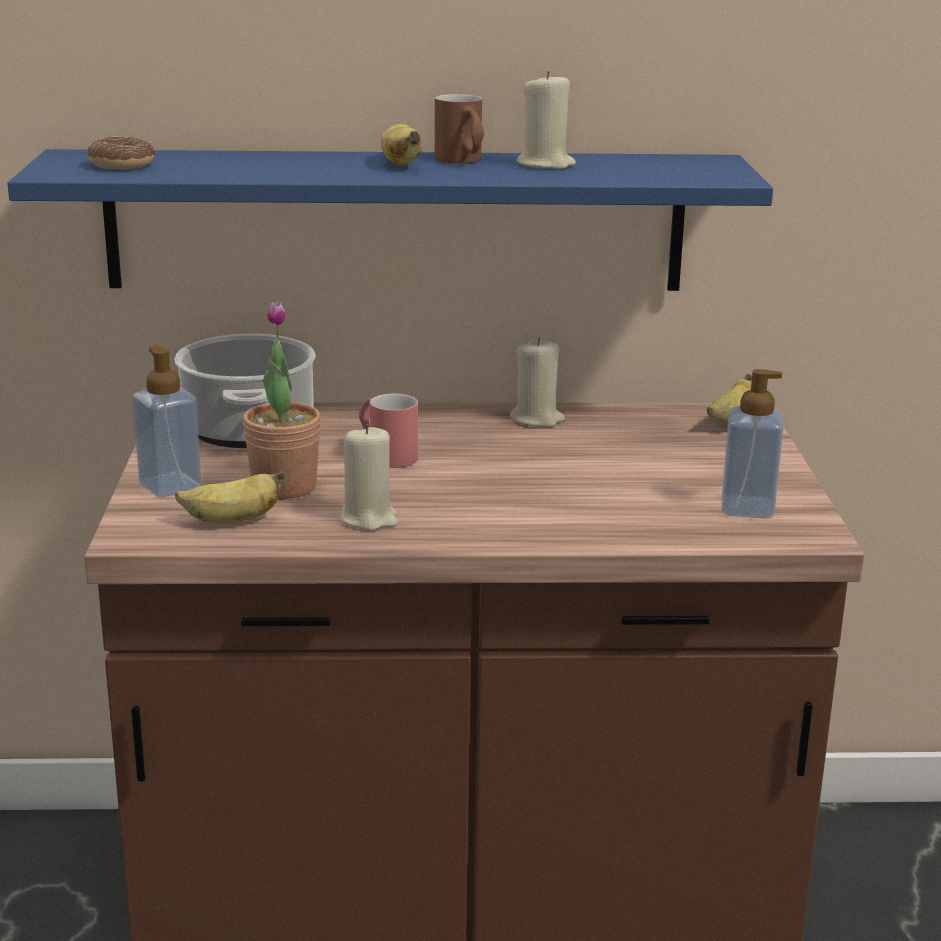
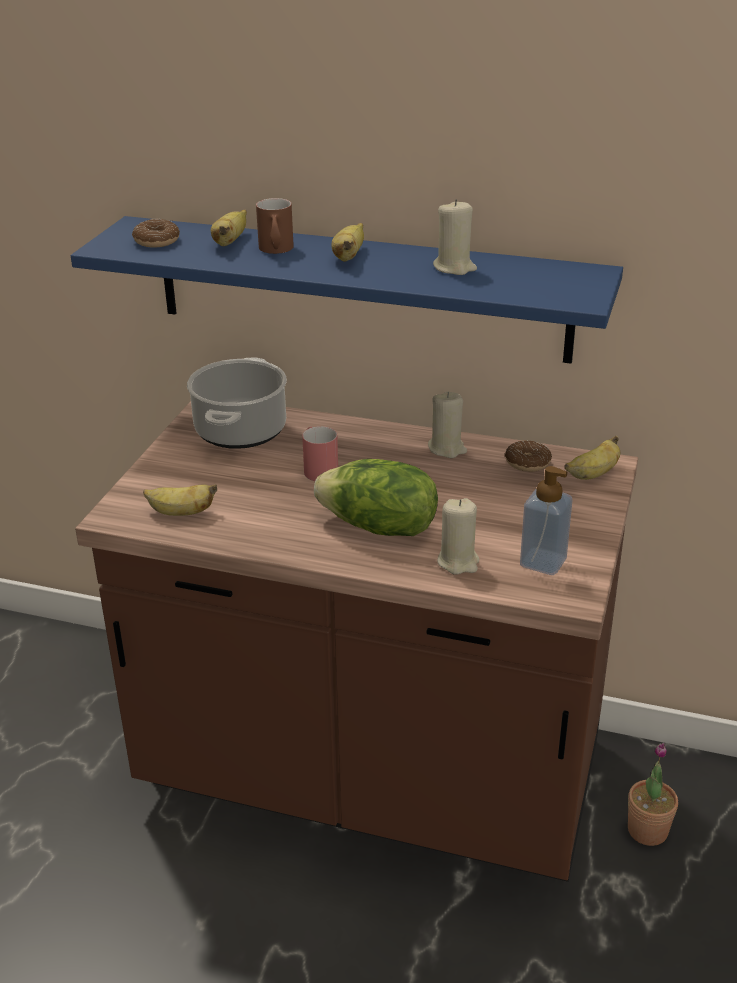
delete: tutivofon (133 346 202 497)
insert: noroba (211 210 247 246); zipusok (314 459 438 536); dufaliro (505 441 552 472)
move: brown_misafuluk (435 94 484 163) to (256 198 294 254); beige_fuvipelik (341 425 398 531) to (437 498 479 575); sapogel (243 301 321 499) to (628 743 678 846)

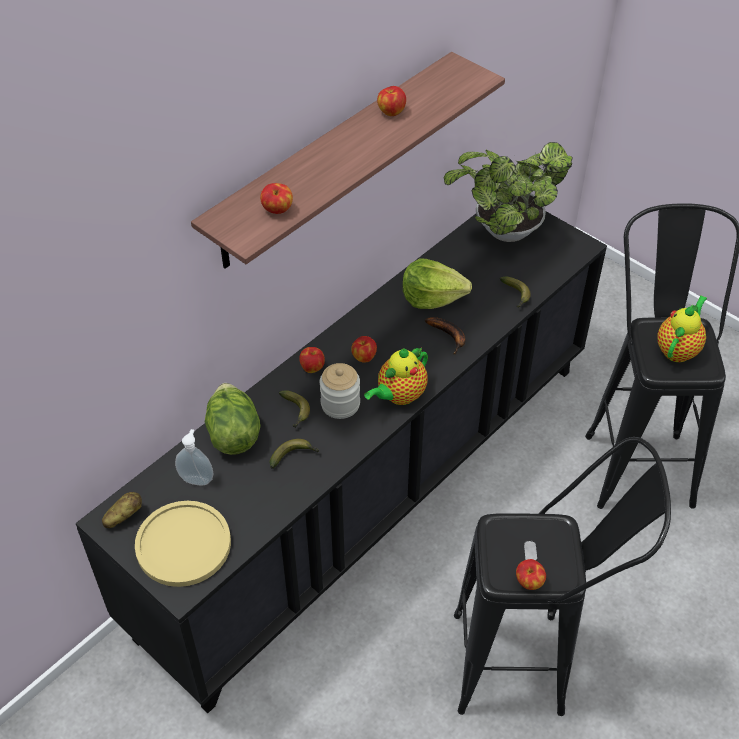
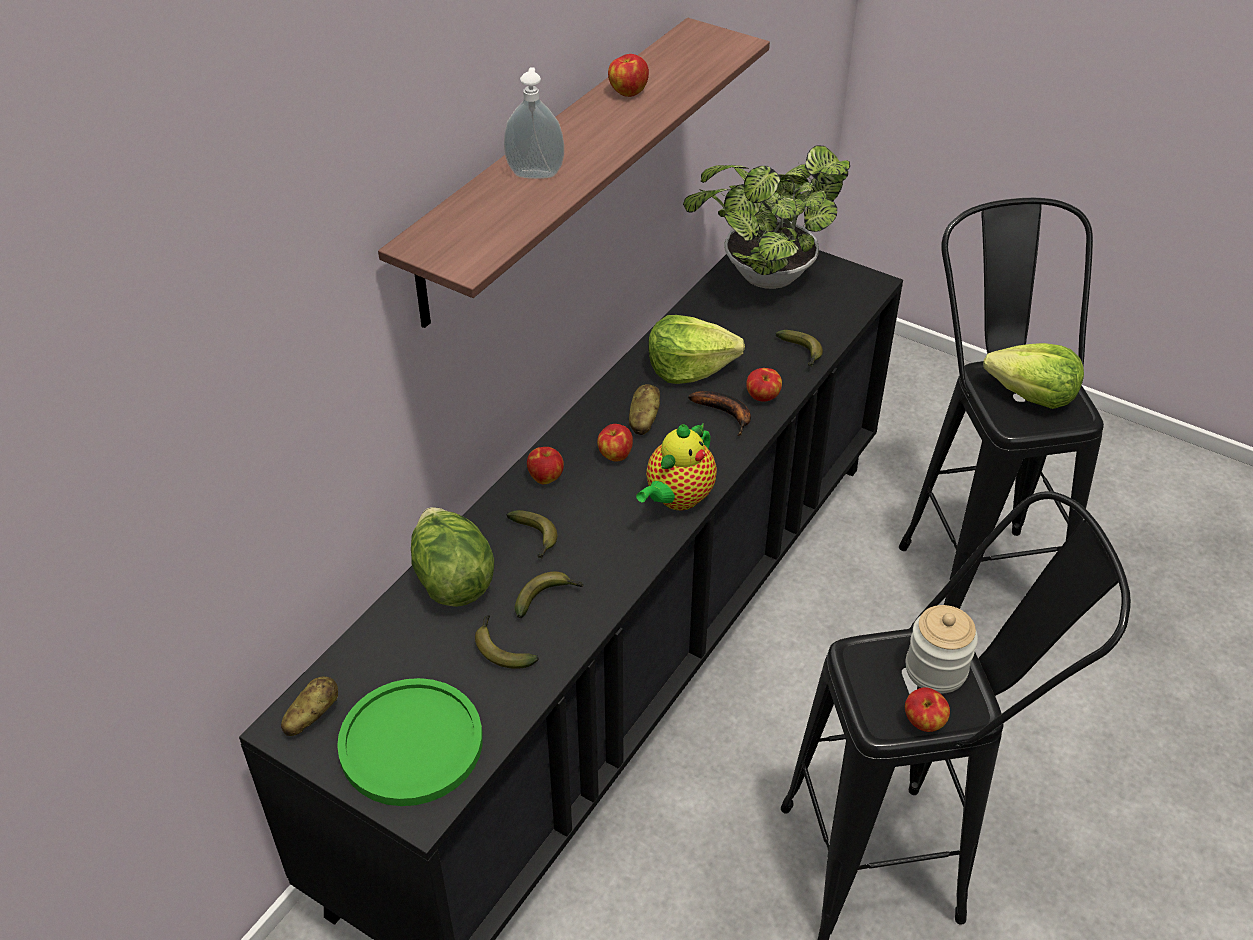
insert: noroba (475 615 539 669); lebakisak (629 384 660 435)
move: tutivofon (175 429 213 485) to (504 67 564 179); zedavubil (260 183 293 214) to (746 368 782 402); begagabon (320 363 360 419) to (906 605 978 694)
replace: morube (657 295 707 362) to zipusok (983 343 1084 409)
recolor: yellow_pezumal (135 501 231 587) to green_pezumal (337 678 483 806)

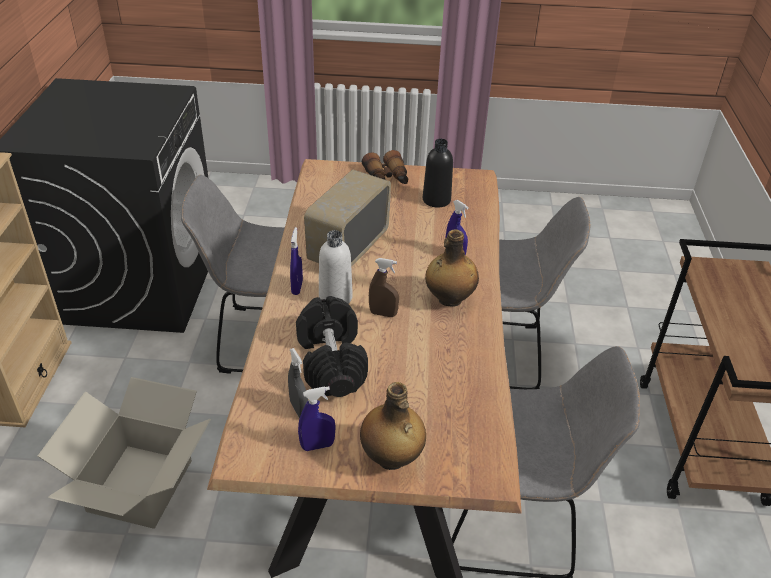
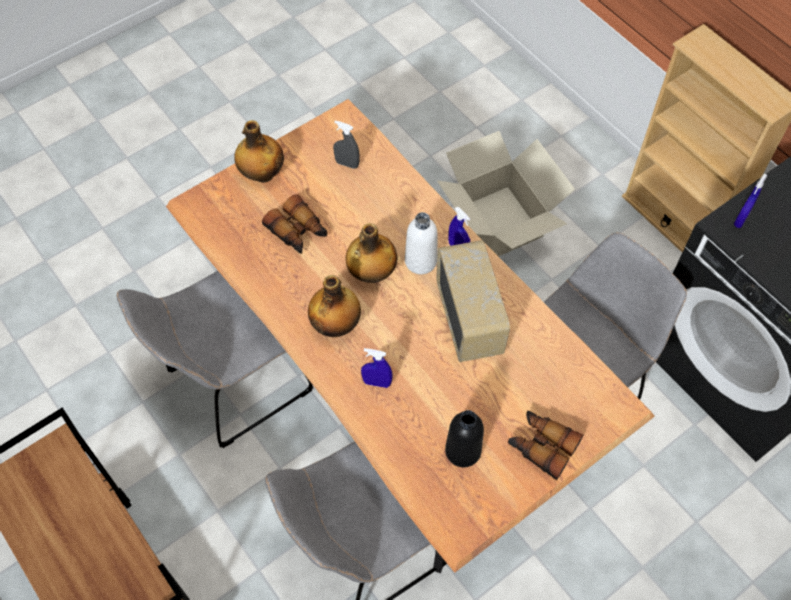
delete: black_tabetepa (296 296 368 397)
insert: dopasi (262 194 327 254)
move: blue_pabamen (298 386 335 451) to (734 173 767 228)
replace: brown_pabamen (369 258 399 317) to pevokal (345 223 398 283)

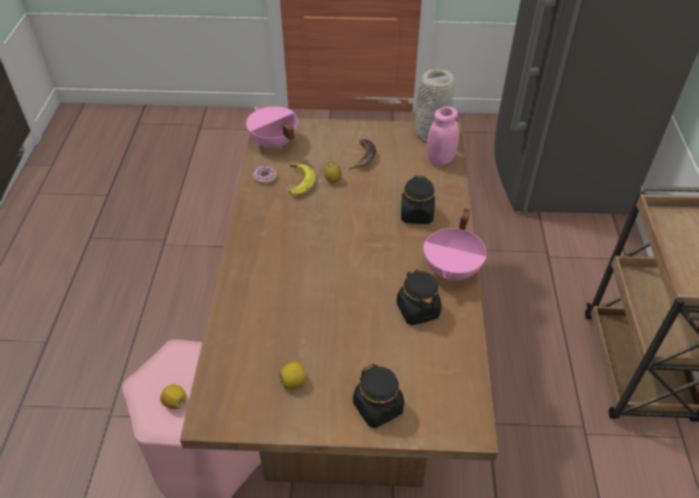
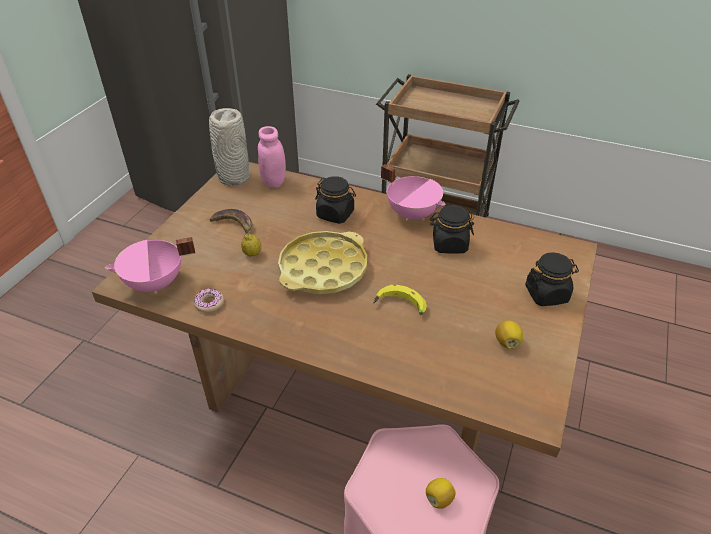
insert: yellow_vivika (278 231 367 295)
move: noroba (288 164 315 195) to (373 285 427 315)

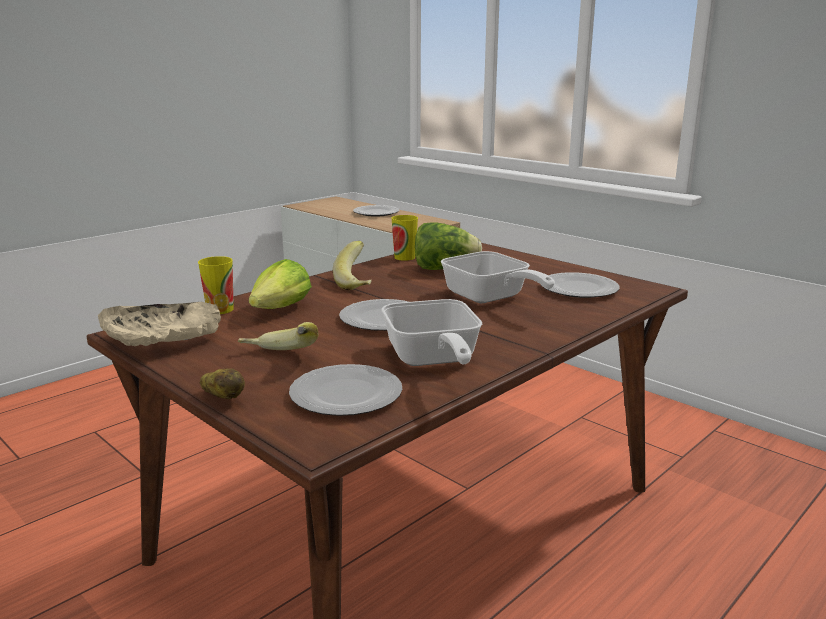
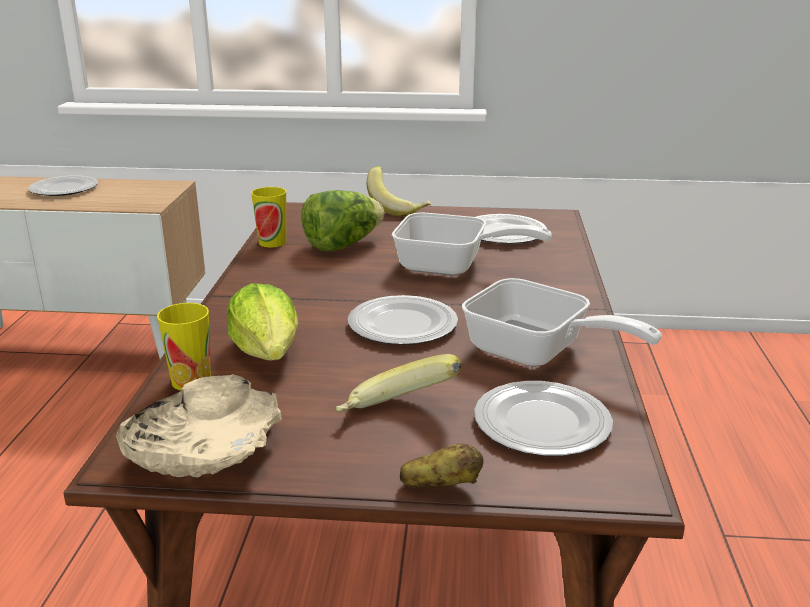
move: noroba (333 241 372 290) to (367 166 431 217)

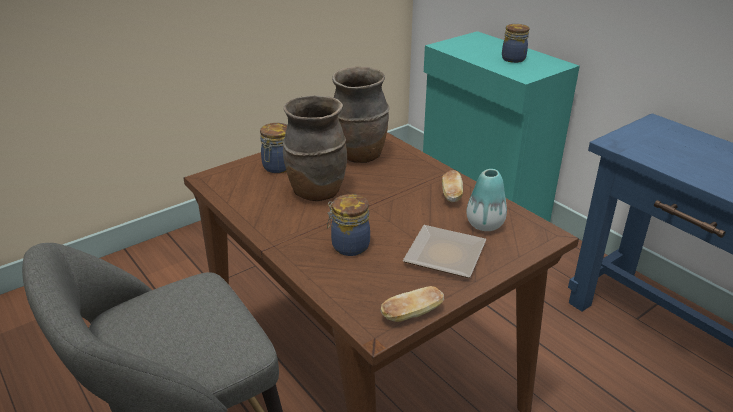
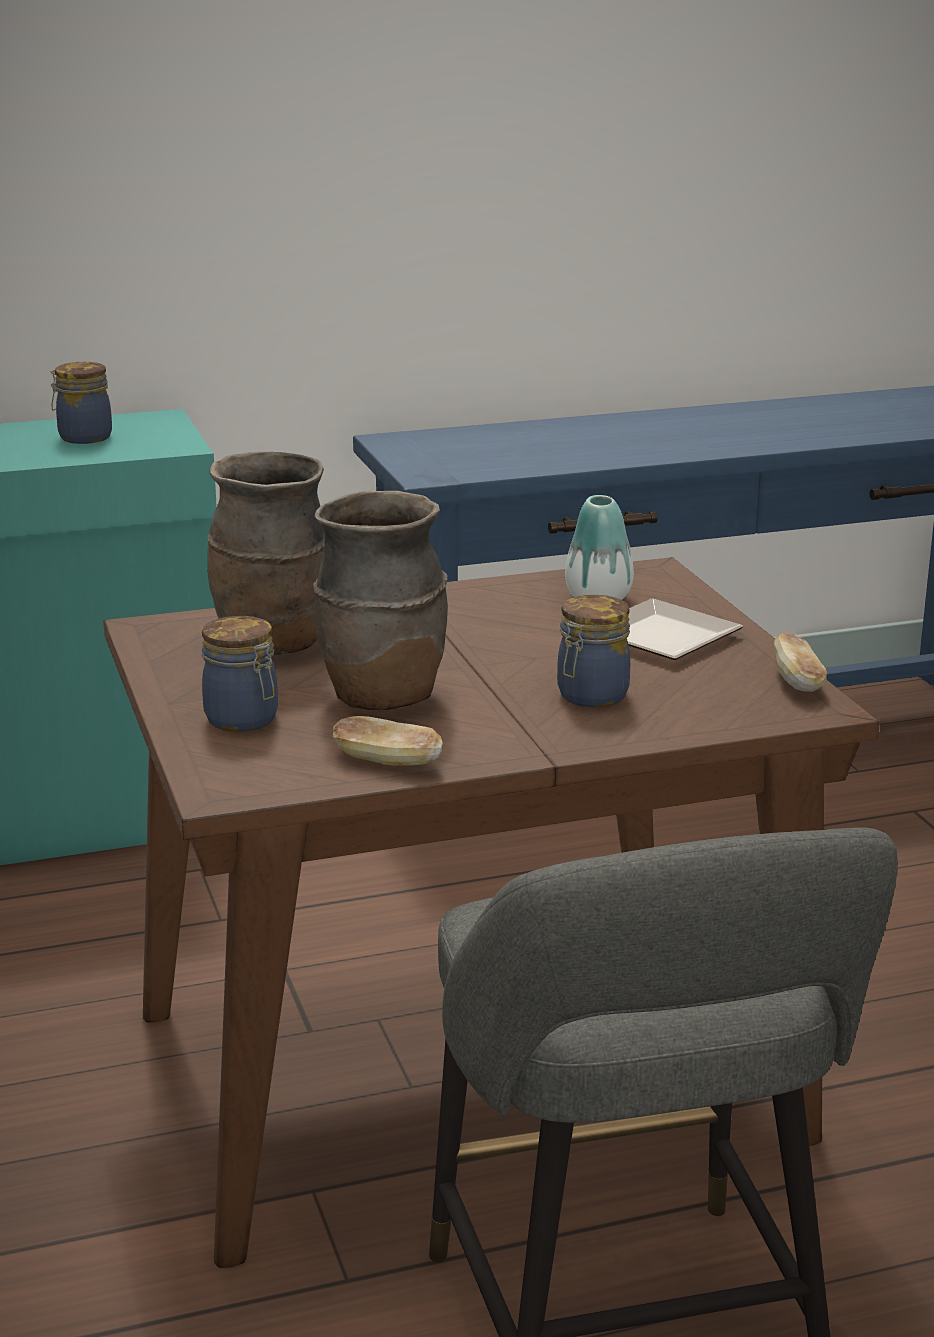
move: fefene (442 170 463 202) to (333 716 443 766)

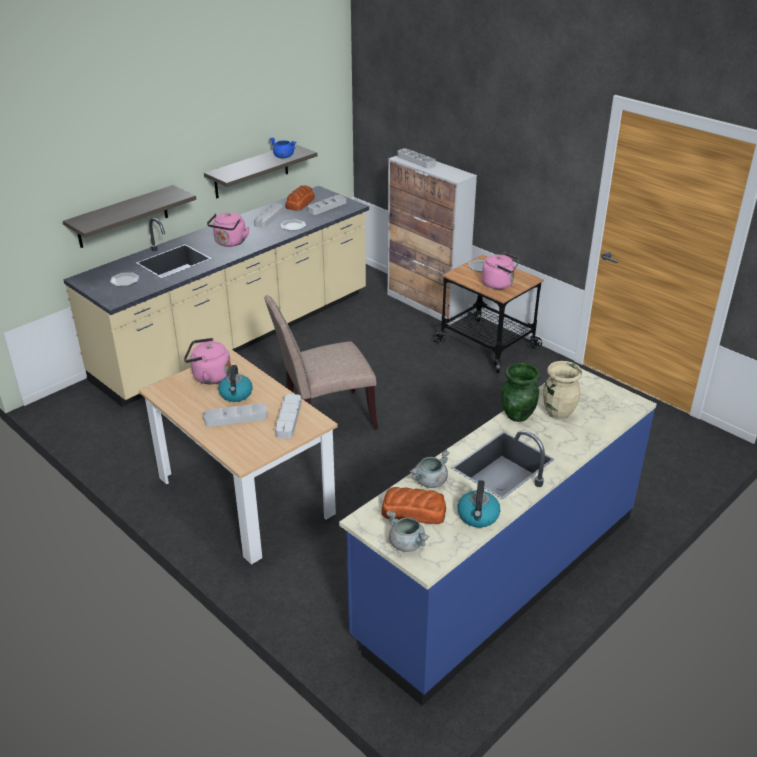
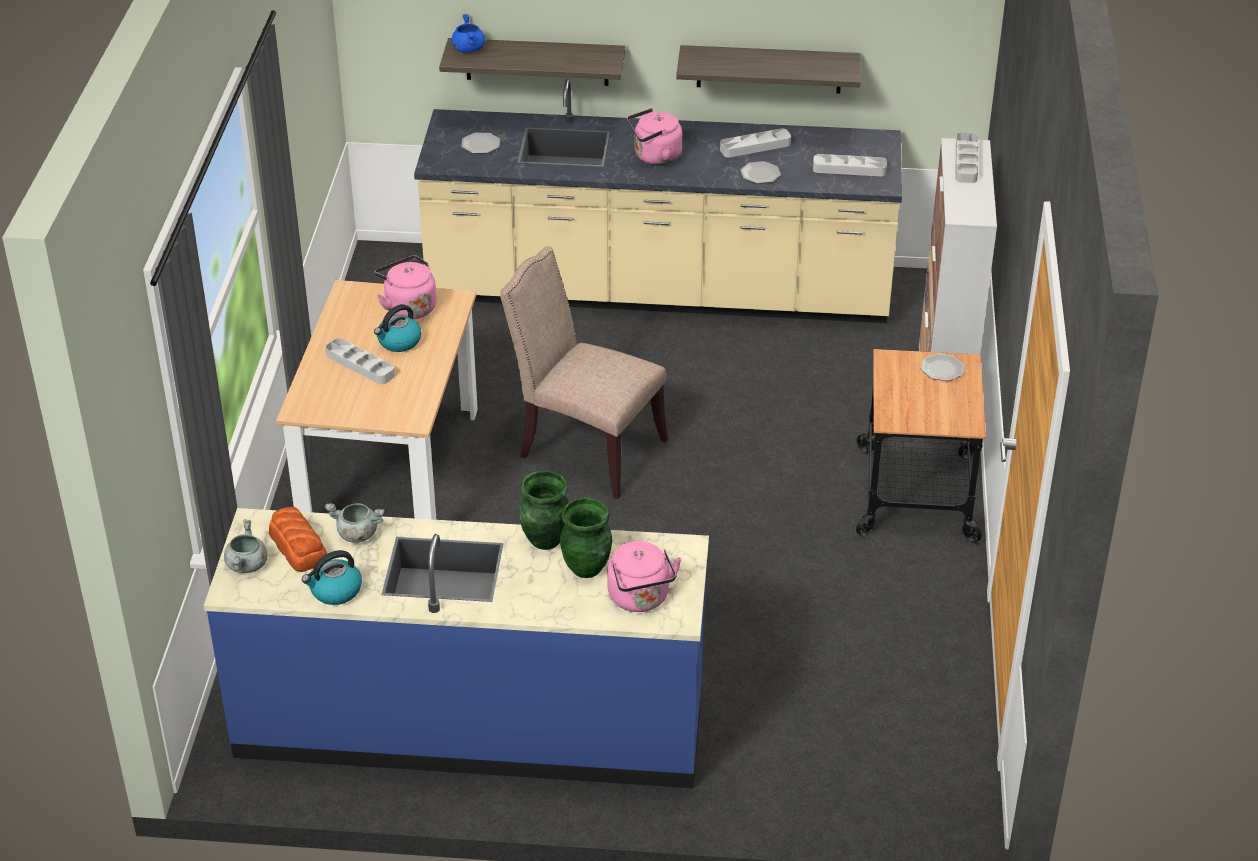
delete: grey_vivika (275 394 302 439); fefene (285 185 315 211)
move: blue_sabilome (269 137 296 158) to (452 14 485 53); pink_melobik (482 252 520 289) to (607 541 682 612)
recolor: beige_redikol (543 361 582 420) to green_redikol (560 497 612 578)

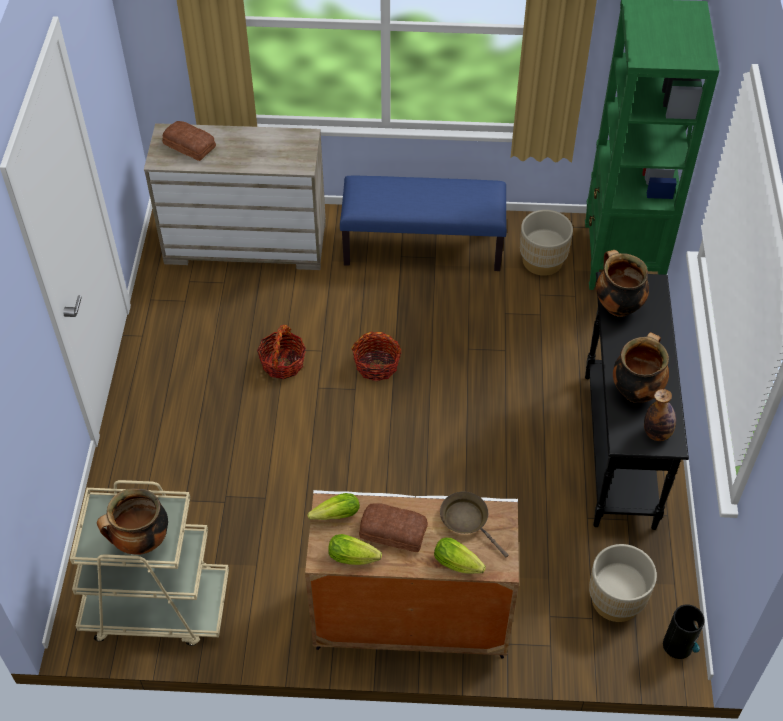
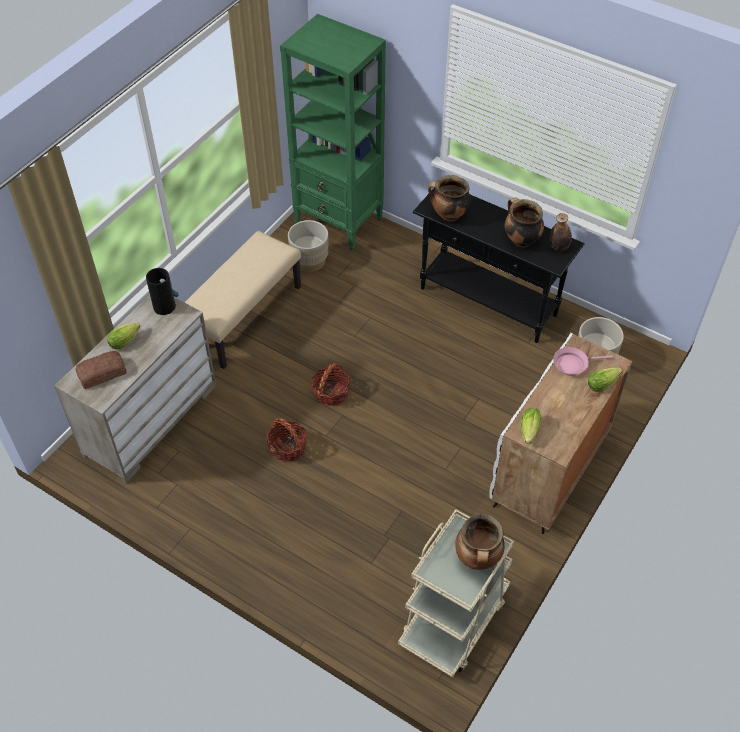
delete: fefene (359 503 428 552)
move: zipusok (328 534 382 565) to (107 322 140 349); redikol (663 604 705 659) to (146 268 179 315)
recolor: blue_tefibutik (340 176 507 271) to beige_tefibutik (185 231 301 369); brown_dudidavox (440 492 509 558) to pink_dudidavox (553 347 613 376)

